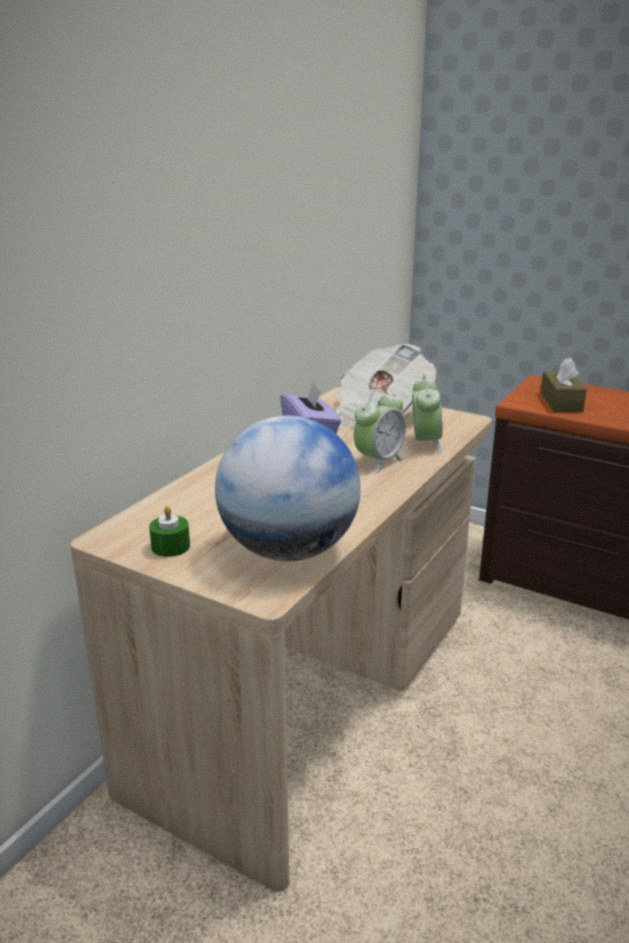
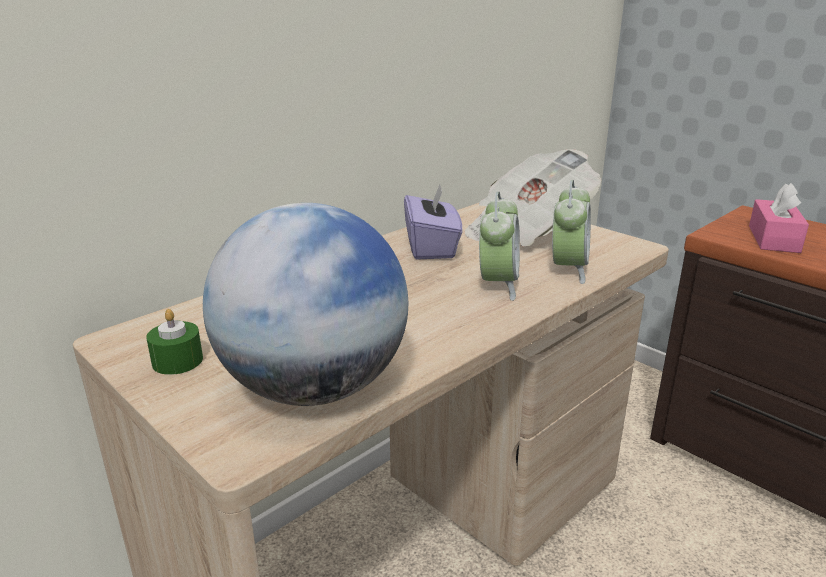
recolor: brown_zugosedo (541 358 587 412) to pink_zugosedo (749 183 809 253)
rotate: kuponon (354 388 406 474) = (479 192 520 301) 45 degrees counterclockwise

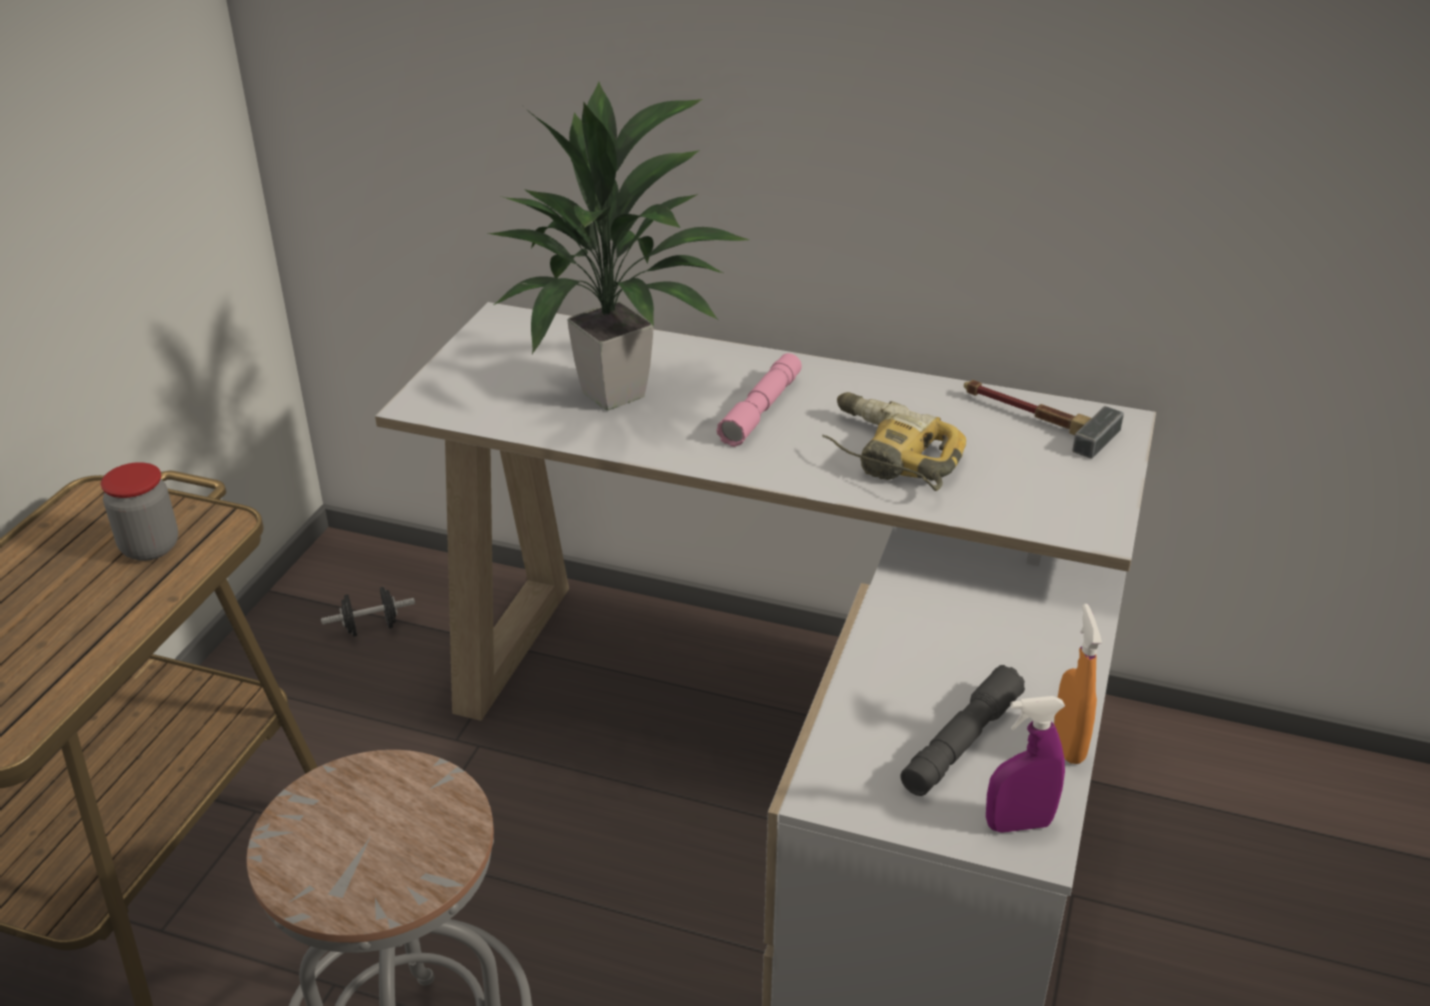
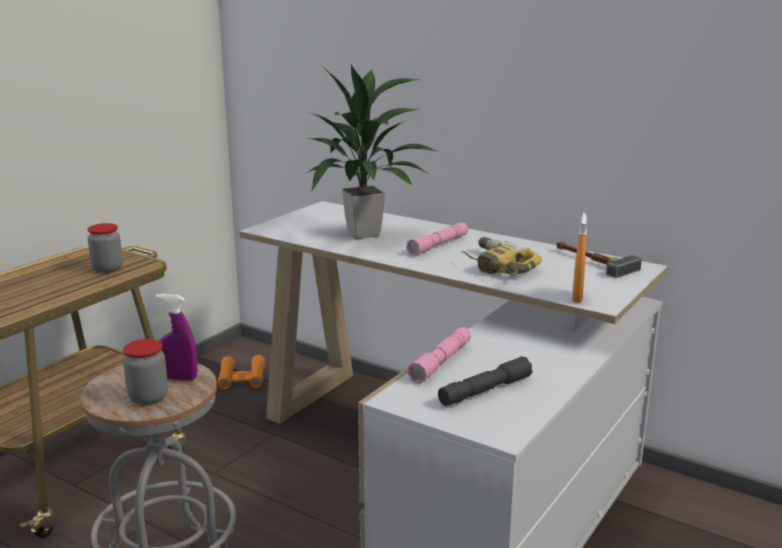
insert: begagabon (123 339 168 405); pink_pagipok (407 327 471 383)
move: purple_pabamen (986 696 1065 833) to (156 294 198 380); orange_pabamen (1054 604 1102 764) to (572 213 587 303)
replace: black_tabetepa (321 587 415 637) to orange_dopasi (218 355 265 389)

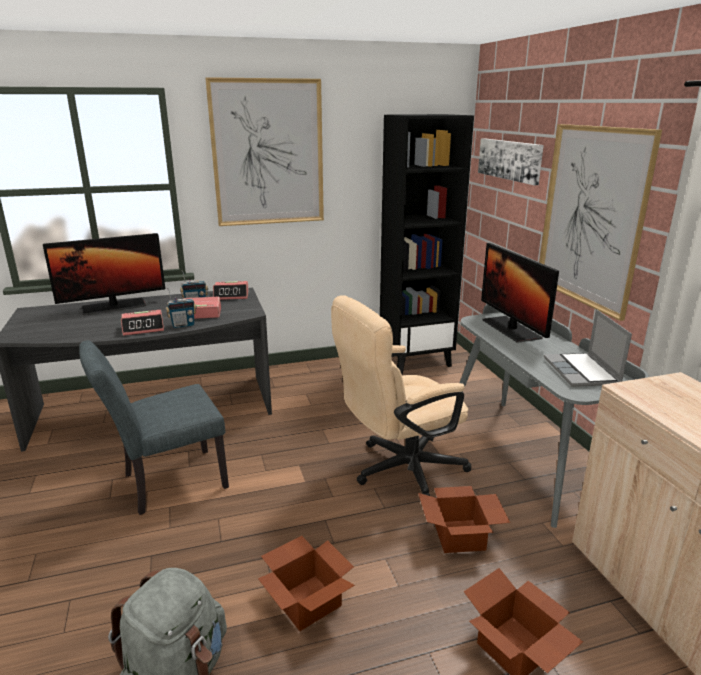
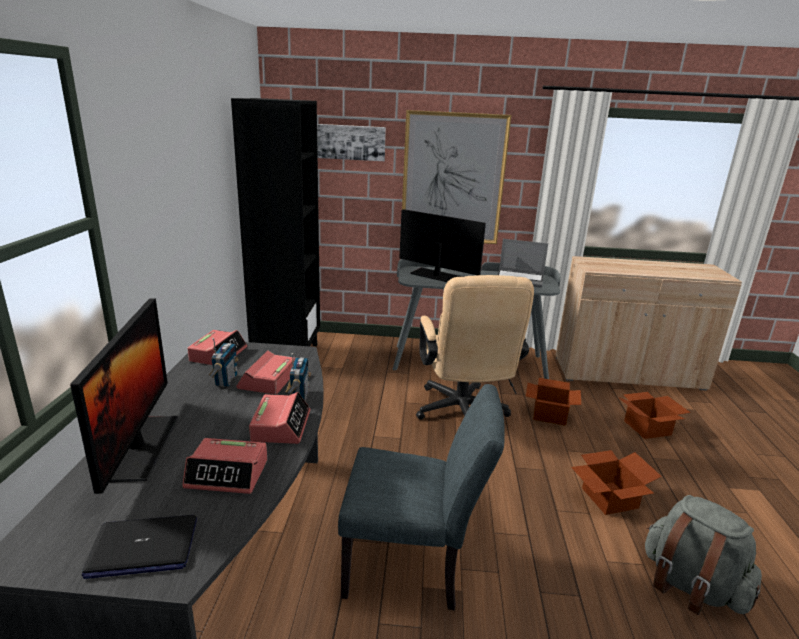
delete: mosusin (205 77 324 226)
insert: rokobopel (82 515 197 579); kuponon (182 438 267 494)
rotate: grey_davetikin (79 340 229 515) = (338 384 505 610) 75 degrees counterclockwise; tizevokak (481 243 559 343) = (399 209 486 282) 150 degrees counterclockwise

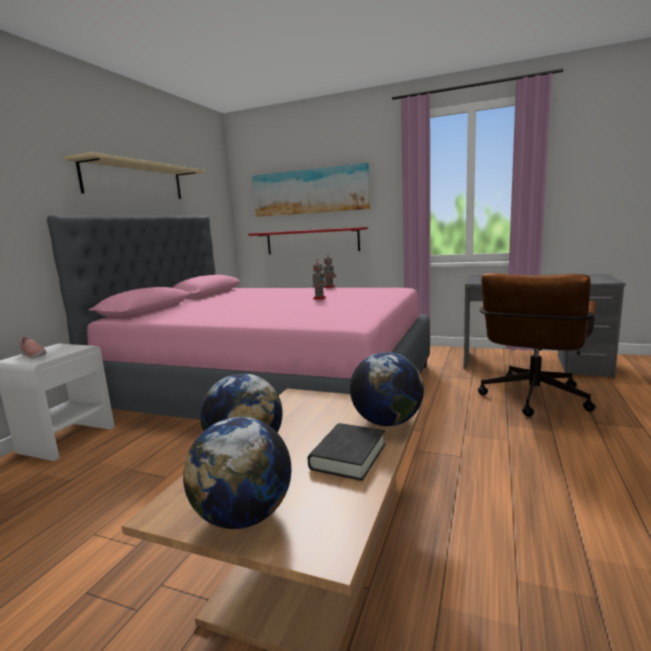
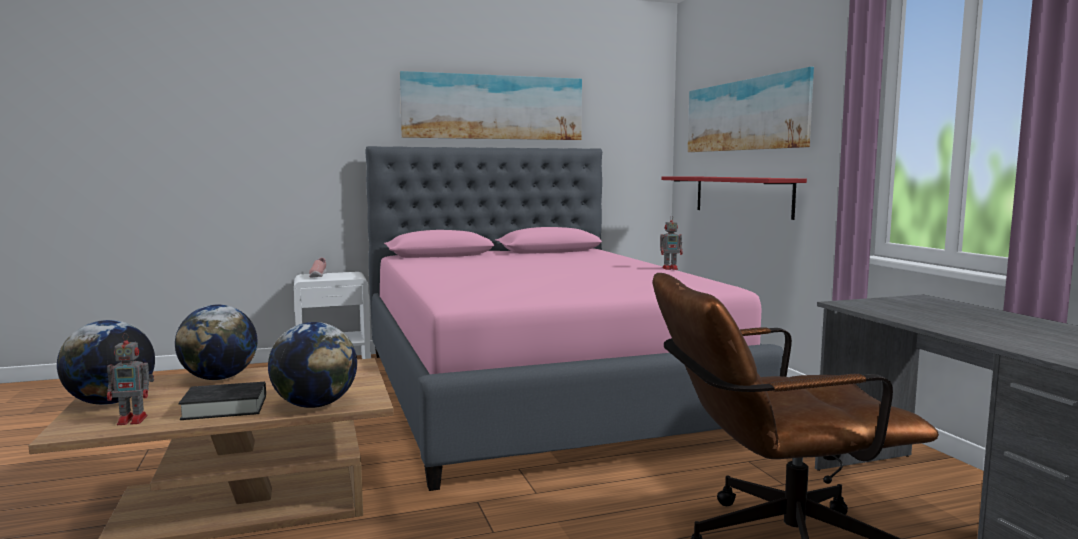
move: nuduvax (312 259 327 300) to (107 333 154 425)
replace: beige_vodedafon (64 152 206 199) to mosusin (400 71 582 140)

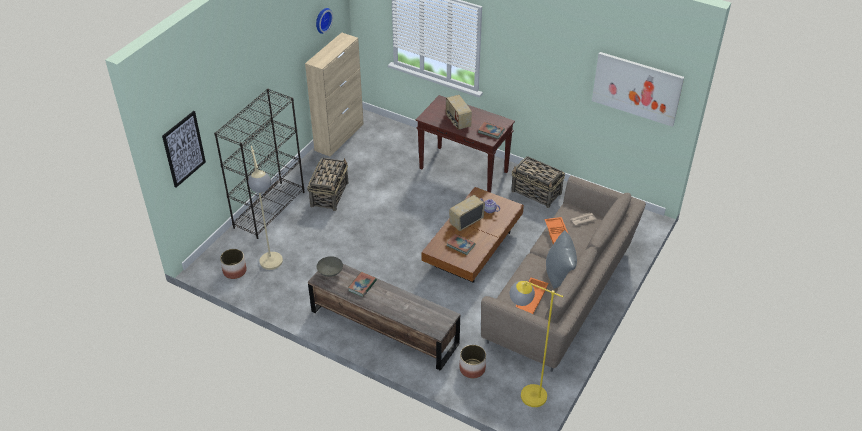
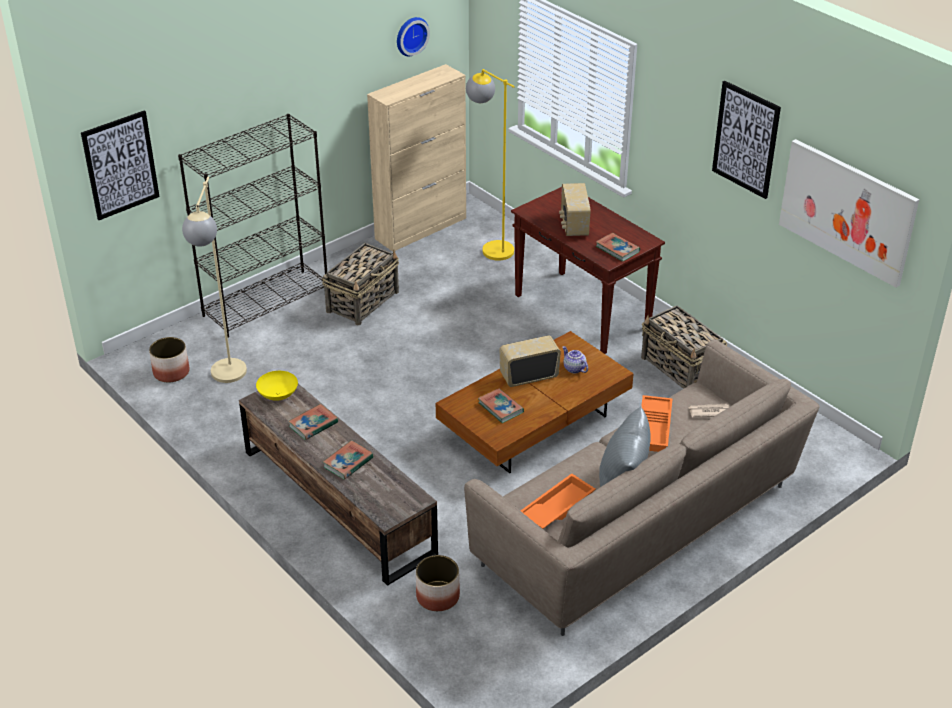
insert: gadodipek (323 440 373 480); mosusin (712 81 781 199)
move: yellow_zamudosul (510 281 563 407) to (466 69 515 261)
recolor: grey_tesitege (317 256 343 277) to yellow_tesitege (256 371 298 401)

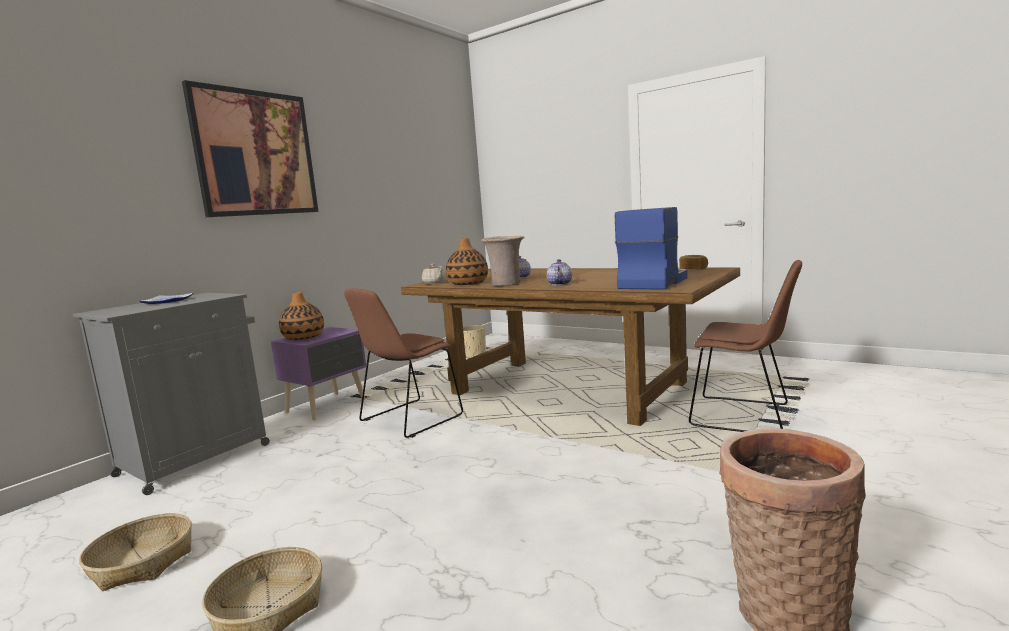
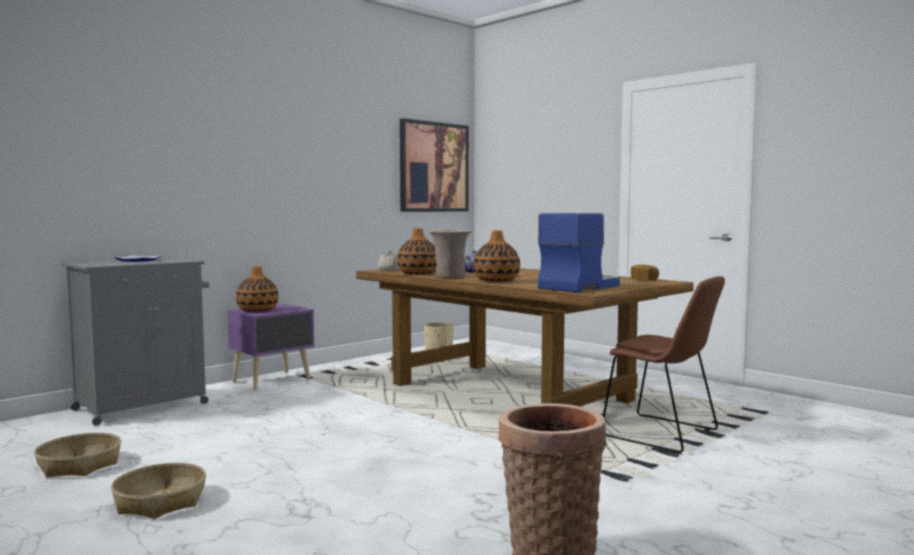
delete: brown_davetikin (344 288 463 438)
move: mosusin (182 80 319 217) to (400 118 469 212)
replace: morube (547 259 572 285) to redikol (473 230 520 282)

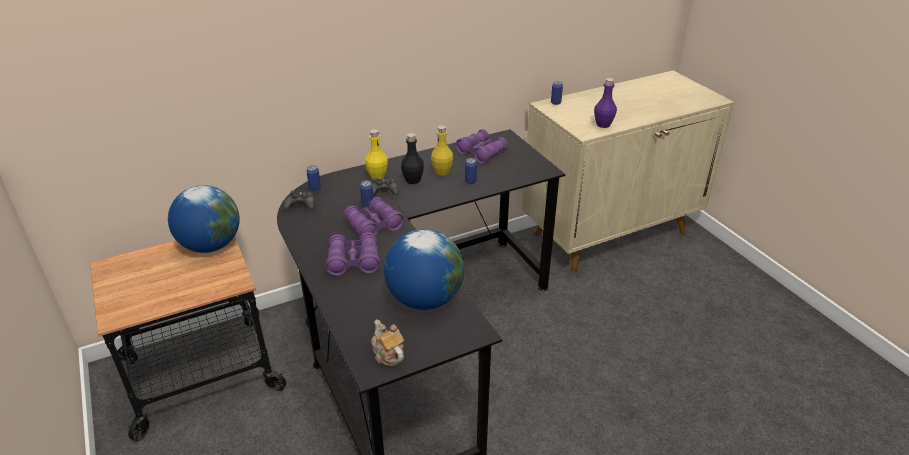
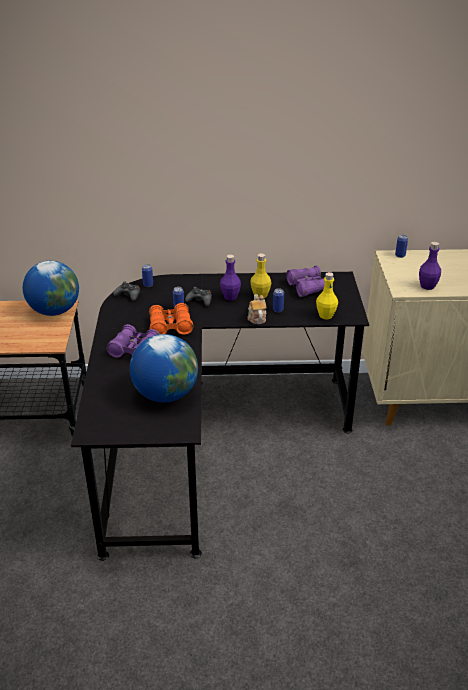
move: morube (371 320 404 366) to (247 294 267 324); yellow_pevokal (365 129 388 180) to (316 272 338 320)
recolor: purple_dopasi (343 197 404 237) to orange_dopasi (149 303 193 335); black_pevokal (401 133 424 184) to purple_pevokal (220 255 241 300)

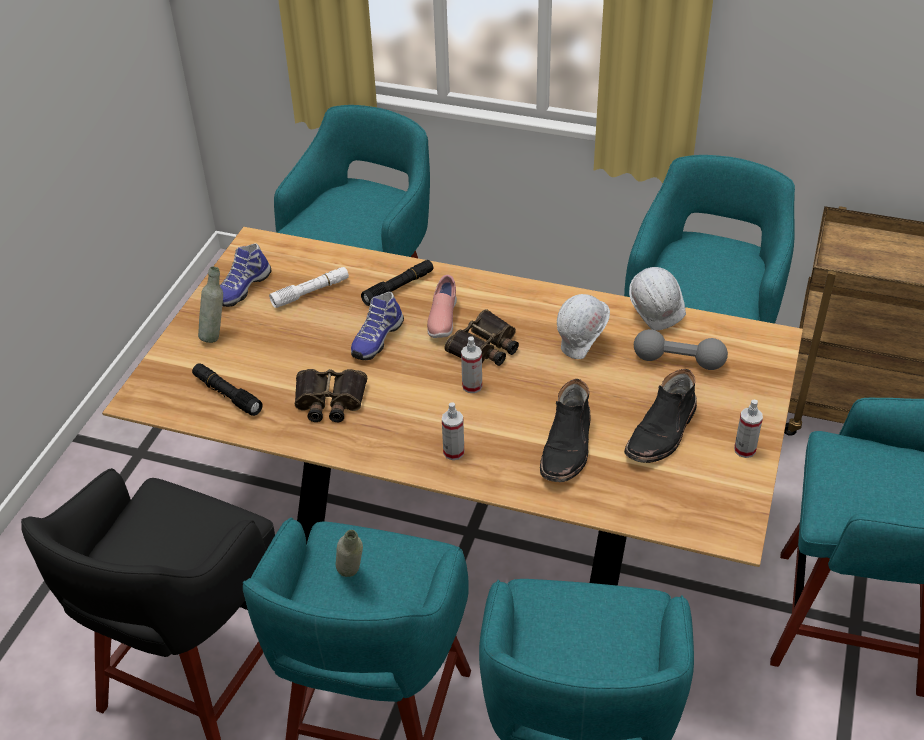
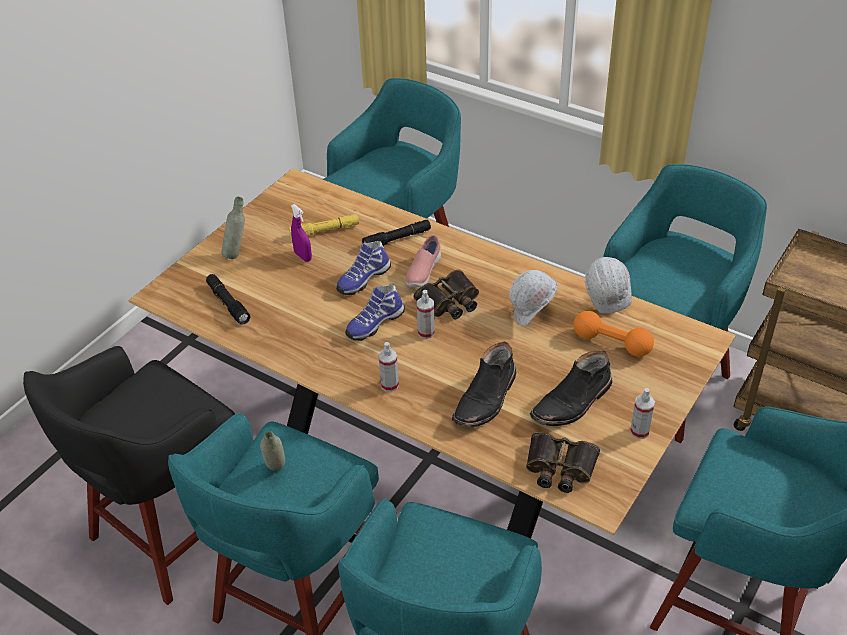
insert: purple_pabamen (291 204 312 262)
move: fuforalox (220 243 271 307) to (345 285 405 341); dopasi (295 369 367 422) to (526 432 600 493)
recolor: white_pagipok (269 267 349 308) to yellow_pagipok (289 214 359 239); grey_tabetepa (634 329 728 370) to orange_tabetepa (573 311 654 357)

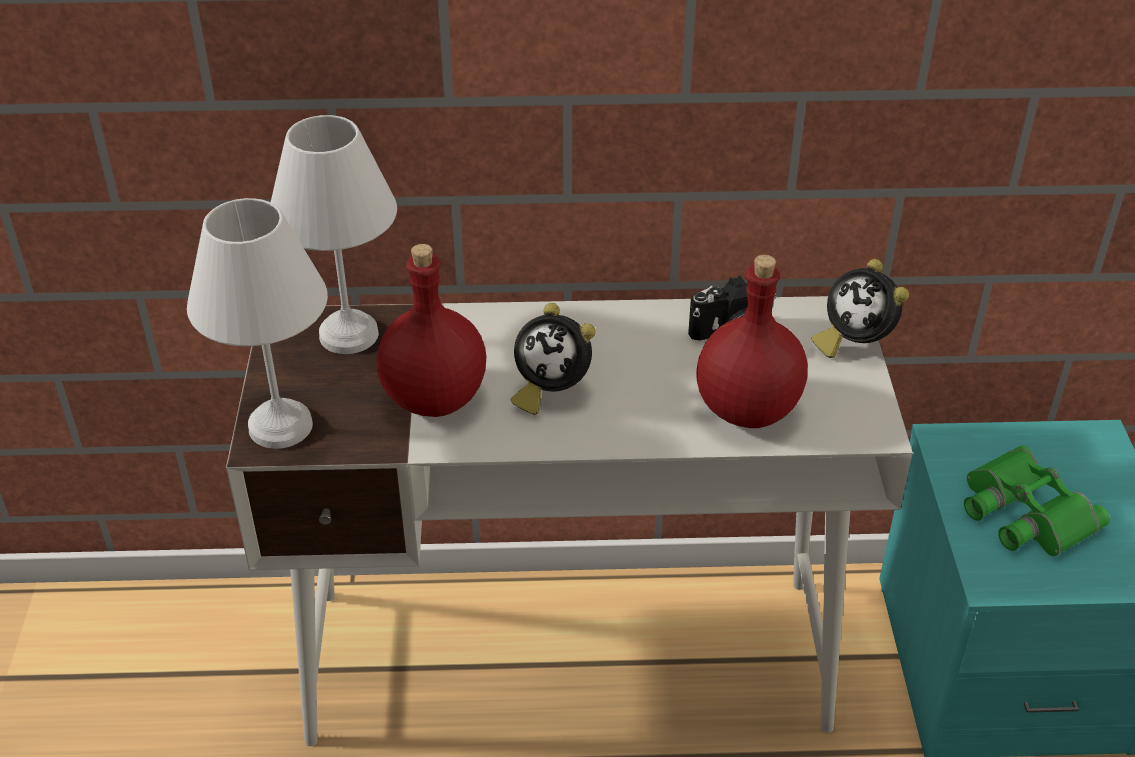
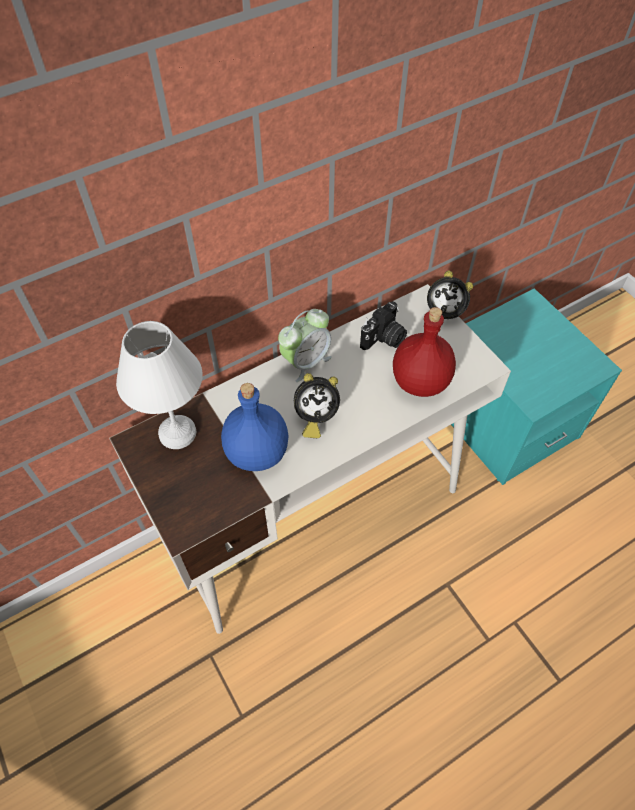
delete: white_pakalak (187 198 328 449); green_dopasi (964 446 1110 556)
insert: kuponon (278 309 332 382)
recolor: red_pevokal (376 244 486 417) to blue_pevokal (221 383 288 471)

